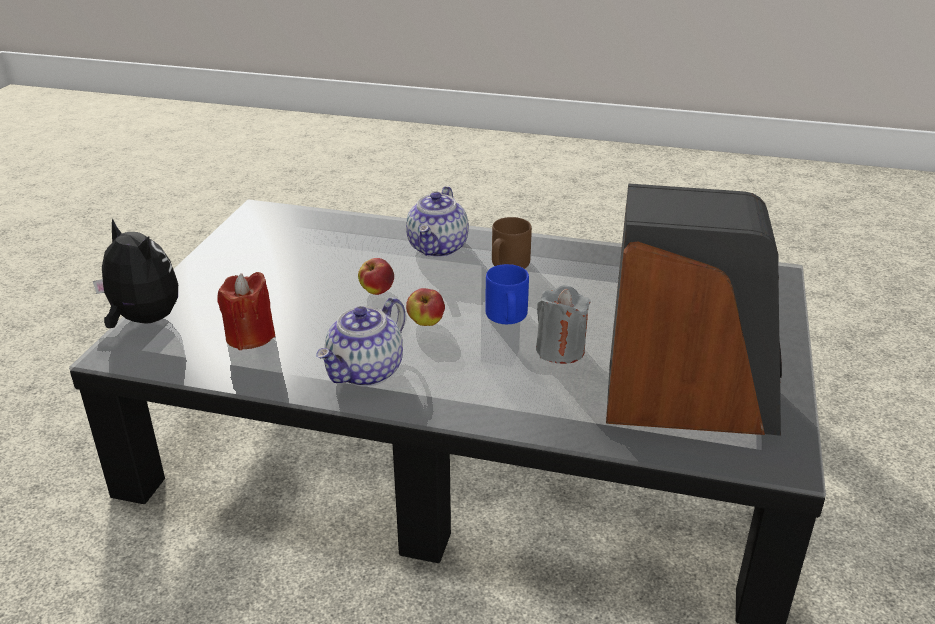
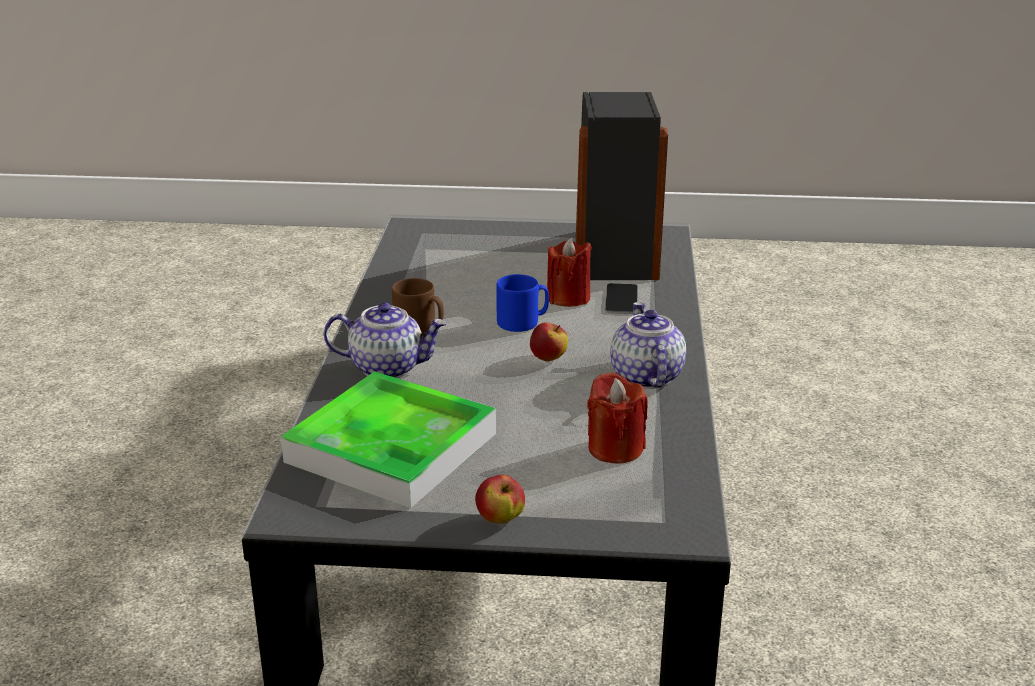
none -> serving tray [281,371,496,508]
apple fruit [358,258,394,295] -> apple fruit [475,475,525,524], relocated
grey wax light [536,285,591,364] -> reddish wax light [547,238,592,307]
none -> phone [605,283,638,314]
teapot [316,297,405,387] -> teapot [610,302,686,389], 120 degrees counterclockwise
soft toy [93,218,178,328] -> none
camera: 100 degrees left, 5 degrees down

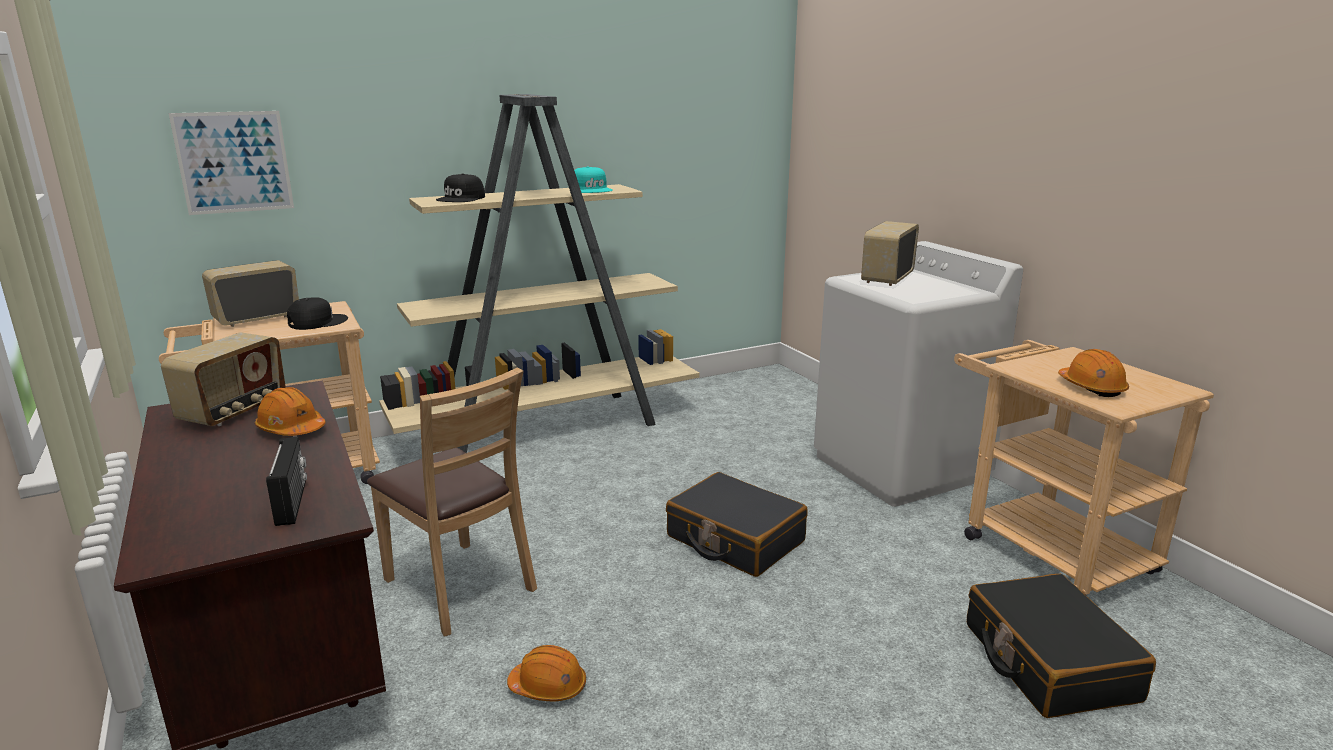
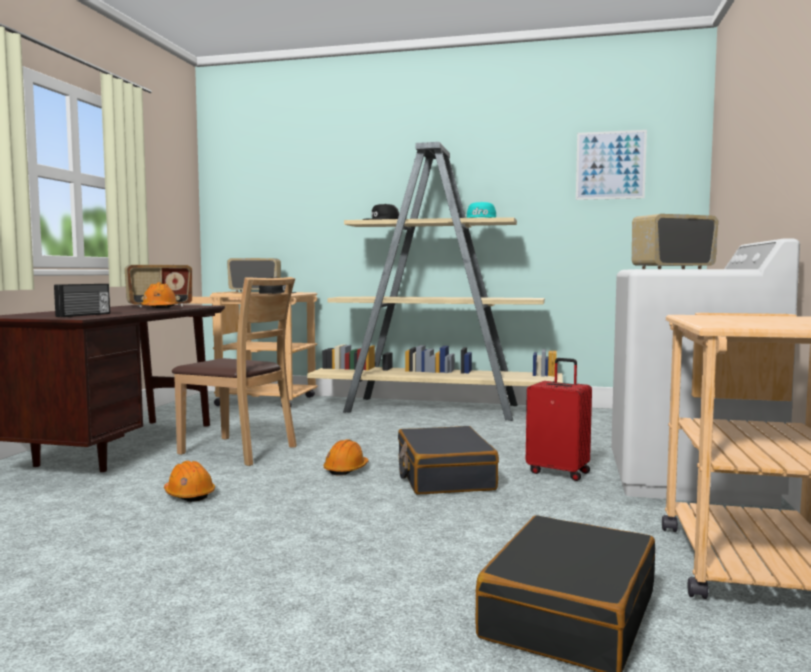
brownish plain chair [367,367,537,637] -> brownish plain chair [172,277,297,466], 60 degrees counterclockwise
orange hard hat [1058,349,1129,397] -> orange hard hat [323,439,369,476], relocated
none -> reddish travel case [526,358,592,481]
wall picture [169,111,294,215] -> wall picture [576,130,647,200], relocated
camera: 40 degrees right, 15 degrees down

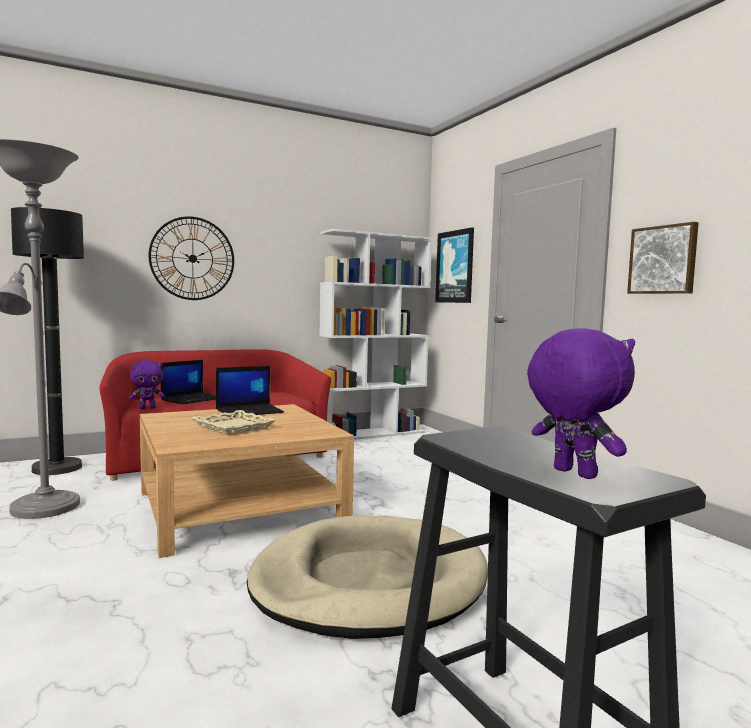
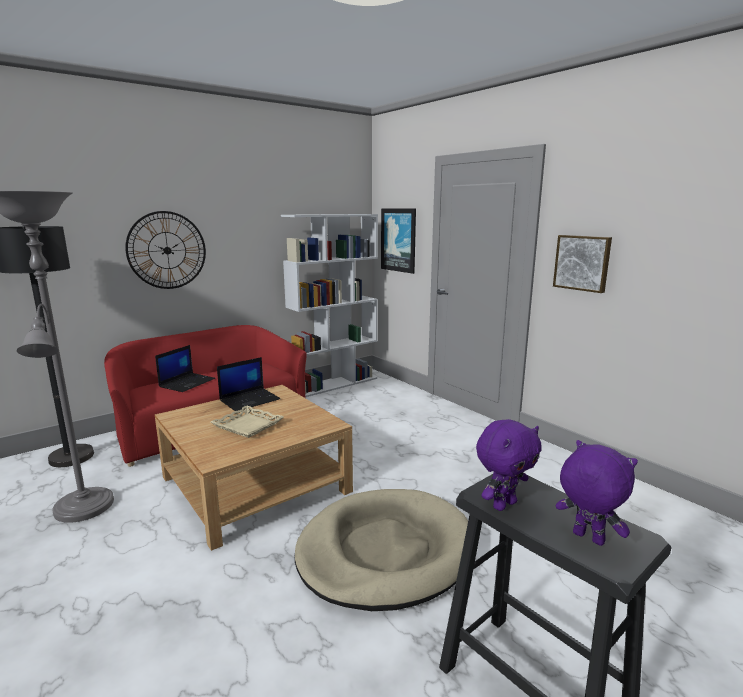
purple soft toy [129,360,166,409] -> purple soft toy [476,419,542,511], relocated
camera: 10 degrees left, 10 degrees up

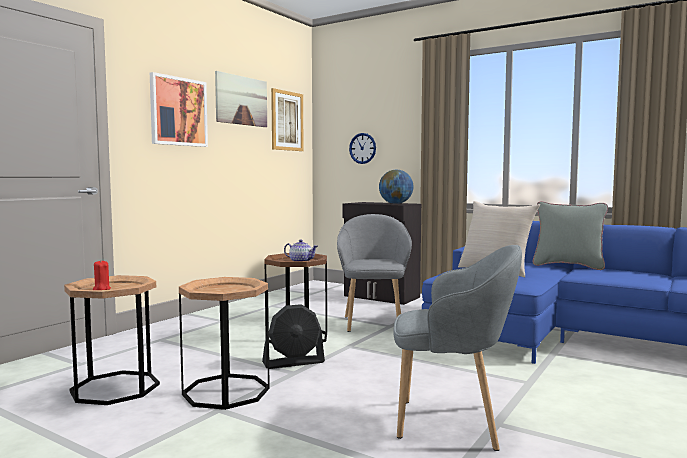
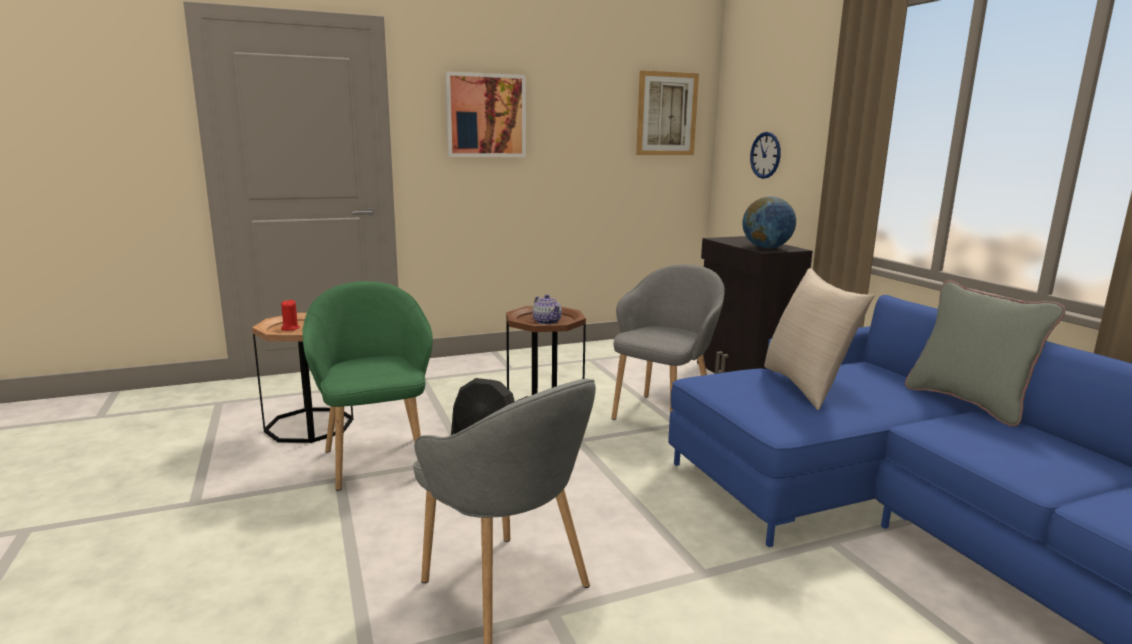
brownish end table [179,277,270,410] -> greenish lounge chair [302,281,433,491]
wall picture [215,71,267,127] -> none
camera: 35 degrees right, 10 degrees up

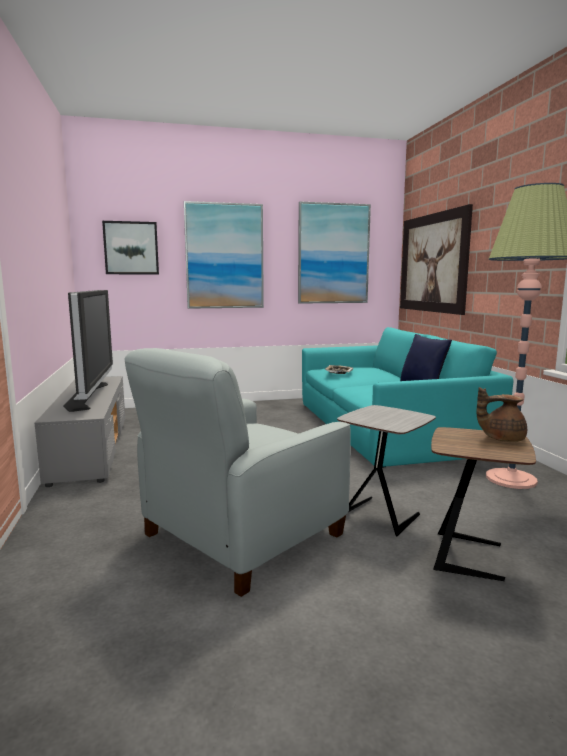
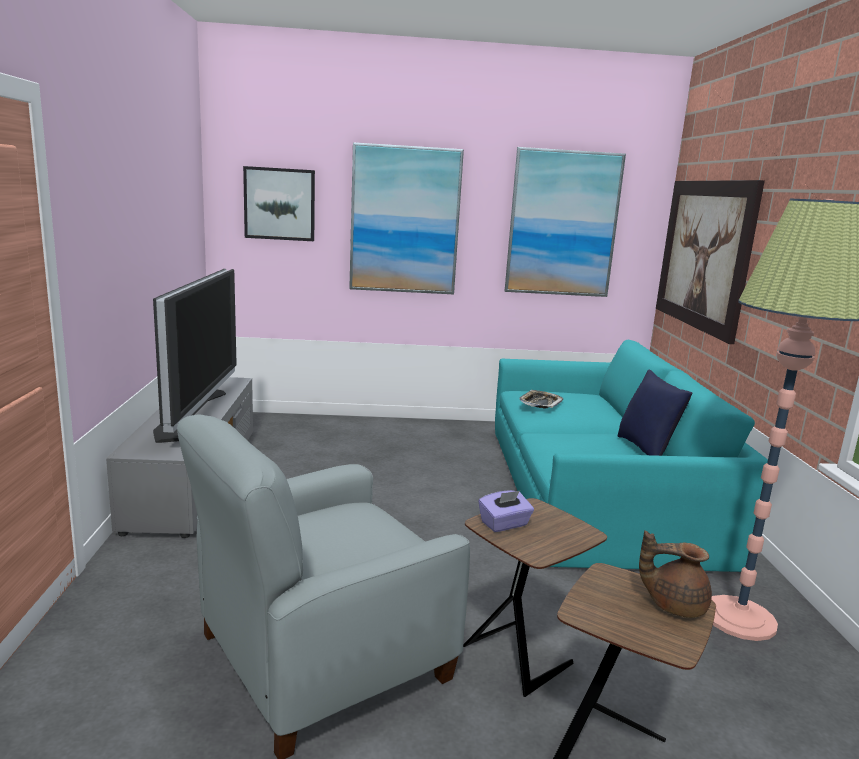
grey end table [337,405,436,537] -> brownish end table [463,498,607,697]
none -> purple tissue box [479,490,534,532]
camera: 10 degrees right, 5 degrees up

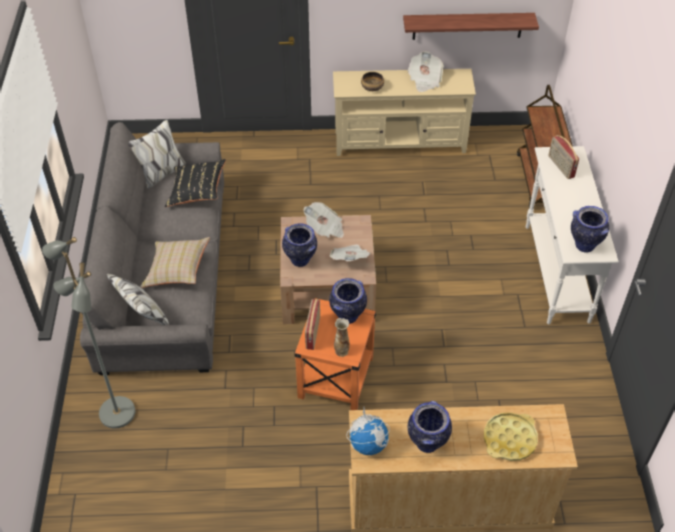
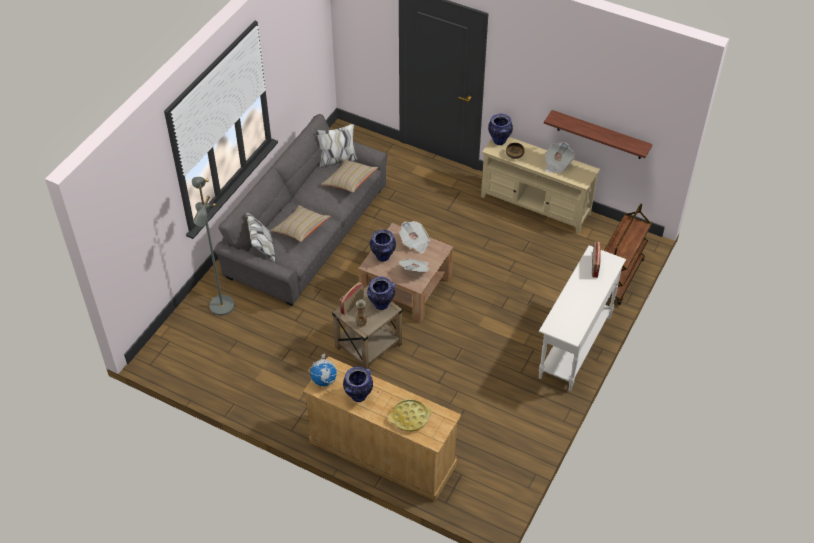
black-coloured pillow [165,159,226,207] -> sand-coloured pillow [321,159,378,192]
orange end table [294,298,376,410] -> sand-coloured end table [332,285,402,369]
decorative vase [571,206,609,252] -> decorative vase [488,114,513,145], relocated
camera: 30 degrees right, 0 degrees up

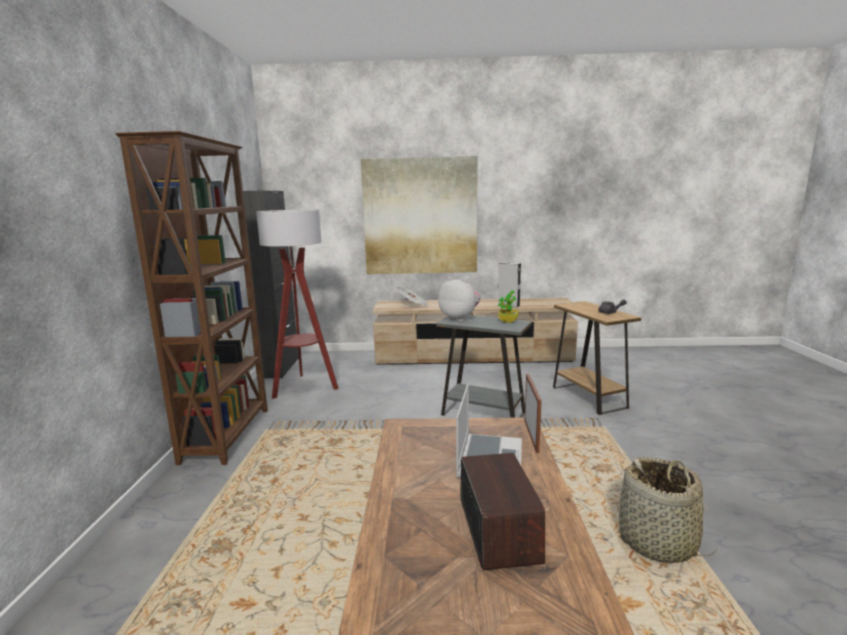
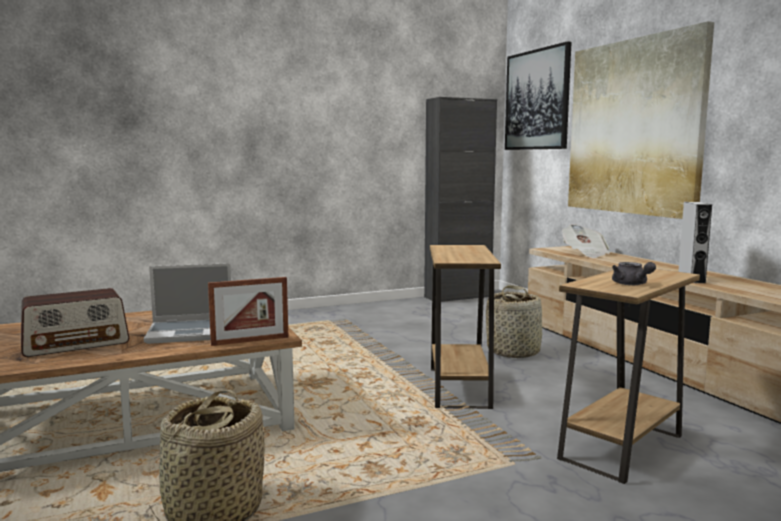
grey end table [436,315,532,418] -> brownish end table [430,245,501,409]
none -> household basket [486,285,542,358]
none -> wall picture [505,41,572,150]
brownish bookcase [115,131,268,465] -> none
floor lamp [256,209,338,399] -> none
soft toy [438,277,481,321] -> none
plant in a pot [498,290,519,323] -> none
camera: 65 degrees right, 5 degrees down

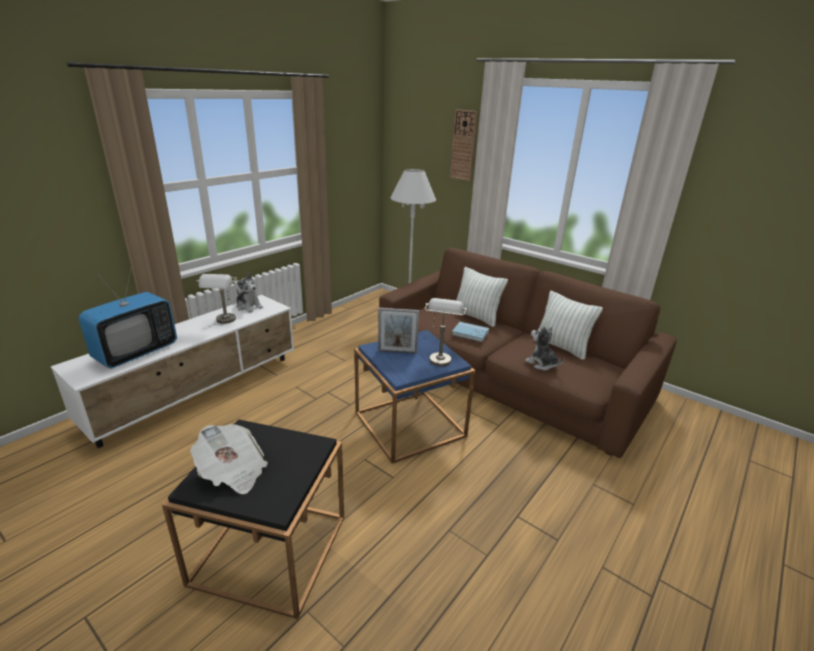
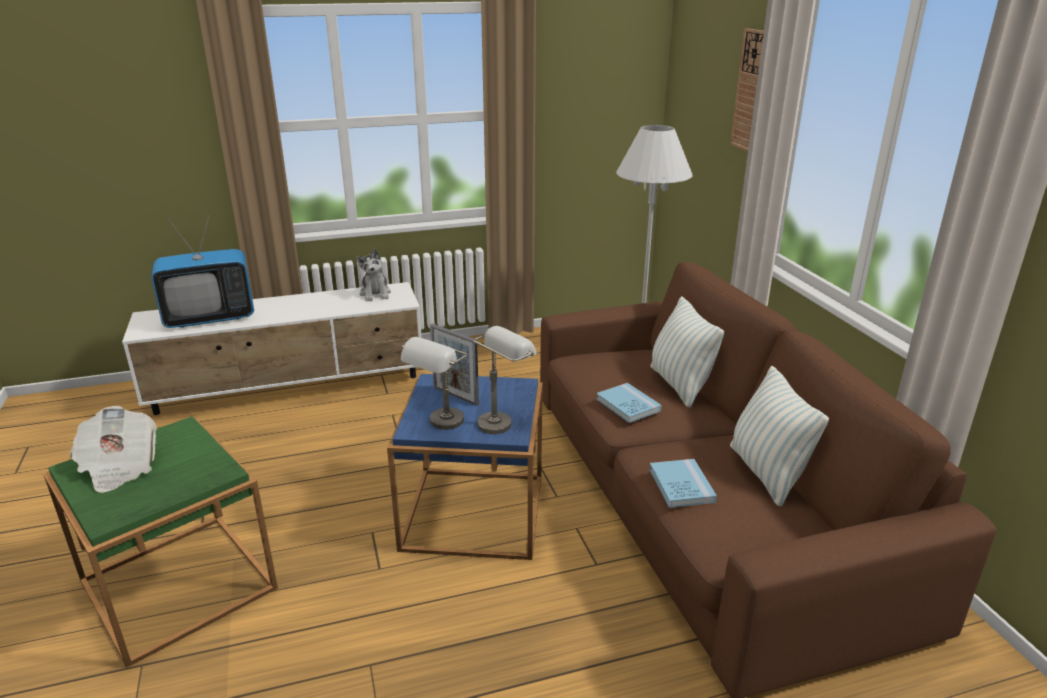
black-coloured end table [162,419,344,619] -> greenish end table [43,416,278,668]
grey tabletop lamp [197,274,237,324] -> grey tabletop lamp [401,337,468,430], relocated
soft toy [525,326,564,370] -> blue-coloured book [650,459,717,508]
camera: 35 degrees right, 0 degrees up

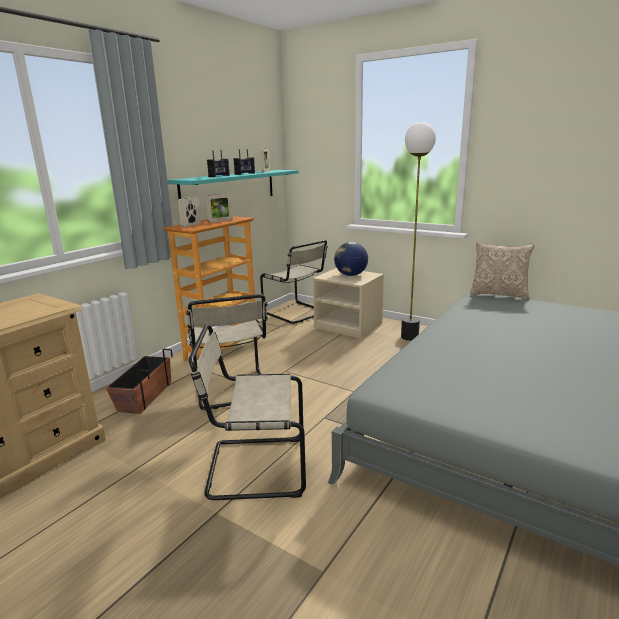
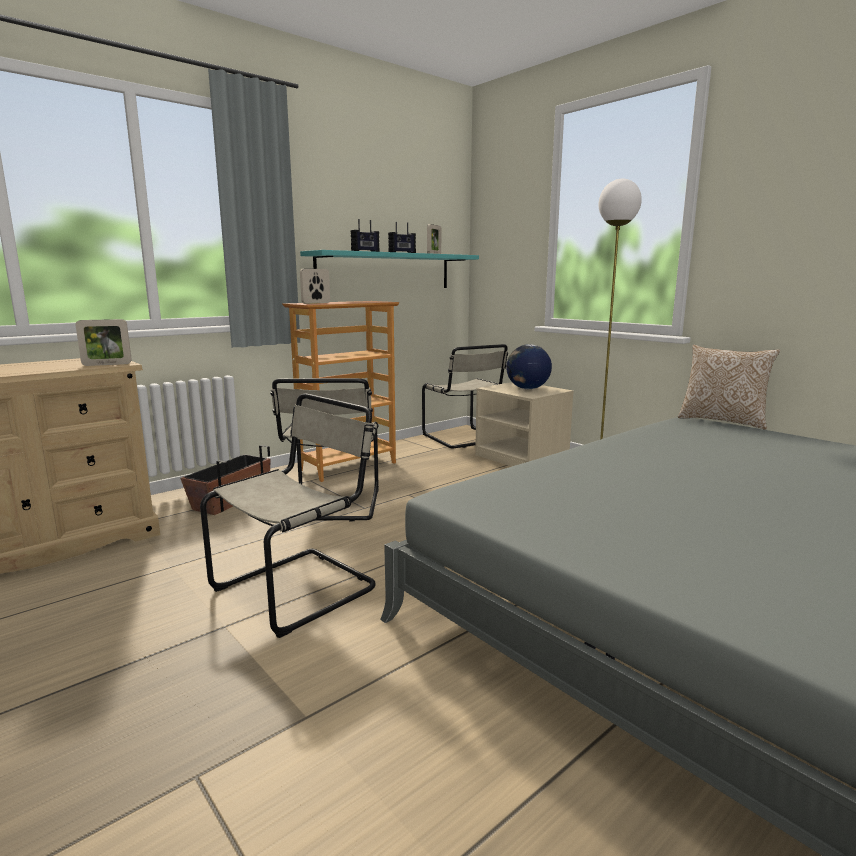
picture frame [206,194,233,222] -> picture frame [76,319,132,366], relocated
sand-coloured plain chair [189,324,306,500] -> sand-coloured plain chair [200,394,376,638], 120 degrees clockwise
camera: 15 degrees right, 5 degrees down

